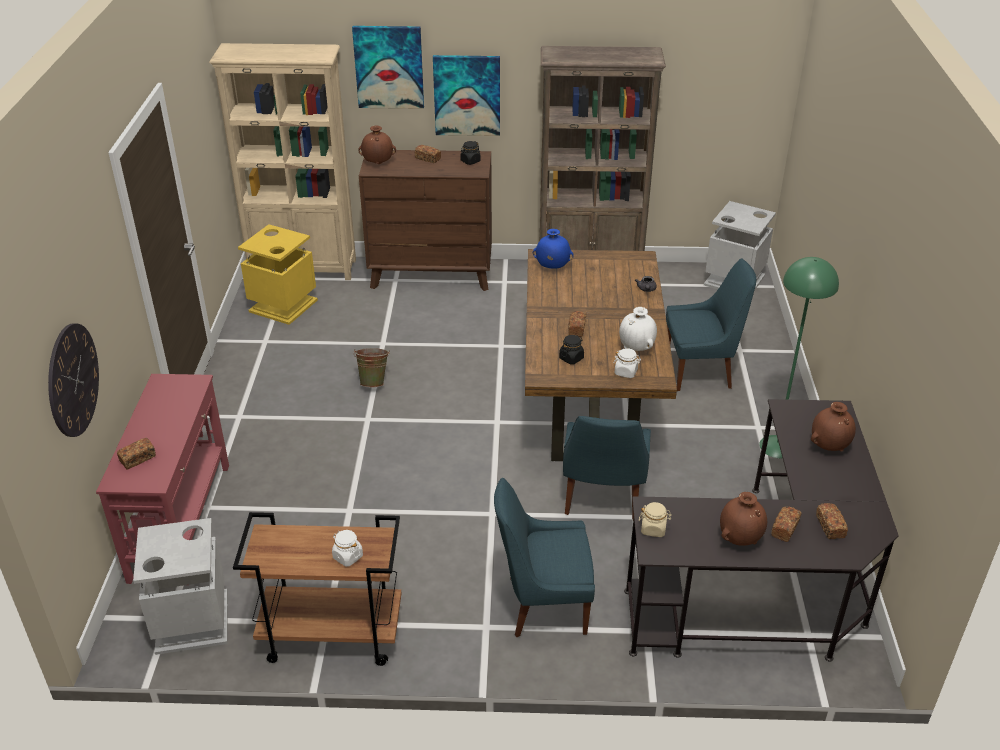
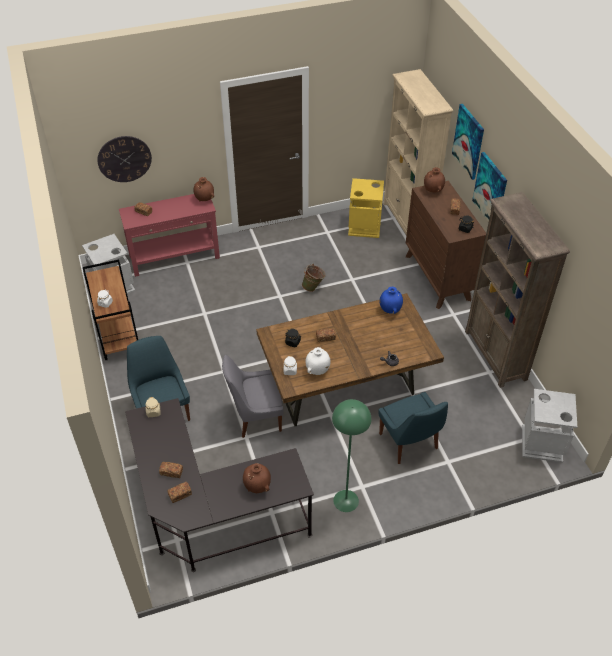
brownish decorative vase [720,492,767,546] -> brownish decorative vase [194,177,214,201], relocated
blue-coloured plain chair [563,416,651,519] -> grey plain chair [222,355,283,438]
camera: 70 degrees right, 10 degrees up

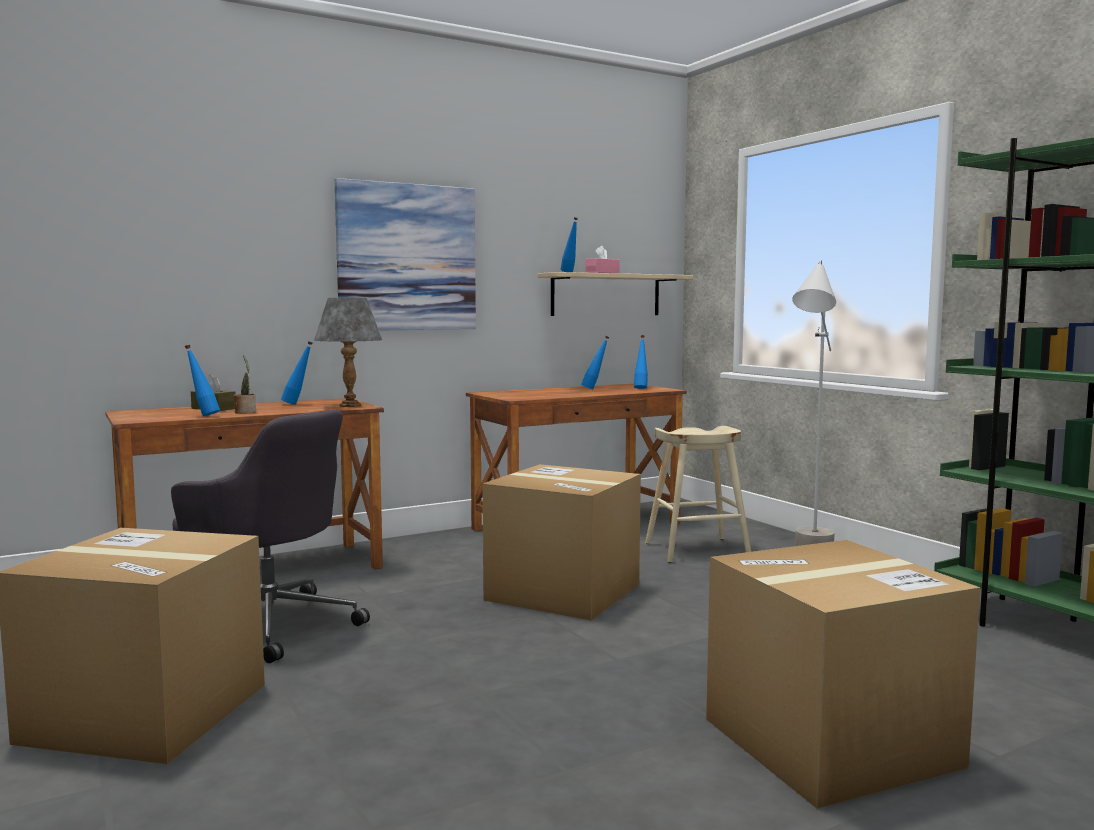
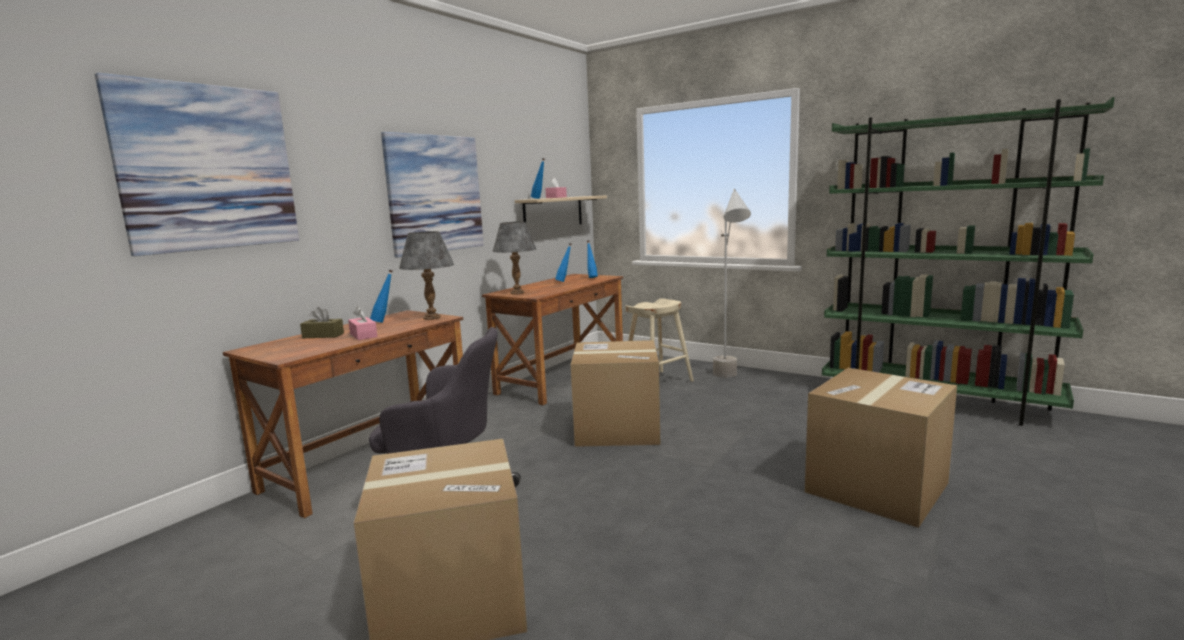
none -> wall picture [95,73,299,256]
plant in a pot [234,355,256,414] -> pink tissue box [348,306,377,340]
none -> grey tabletop lamp [493,222,536,294]
blue-coloured bottle [185,345,220,416] -> none
camera: 25 degrees left, 5 degrees up

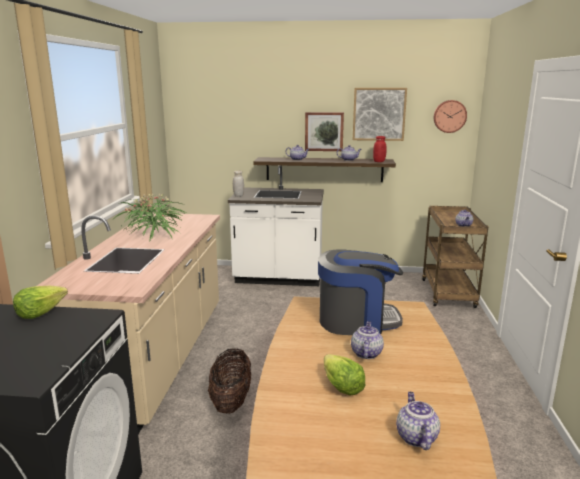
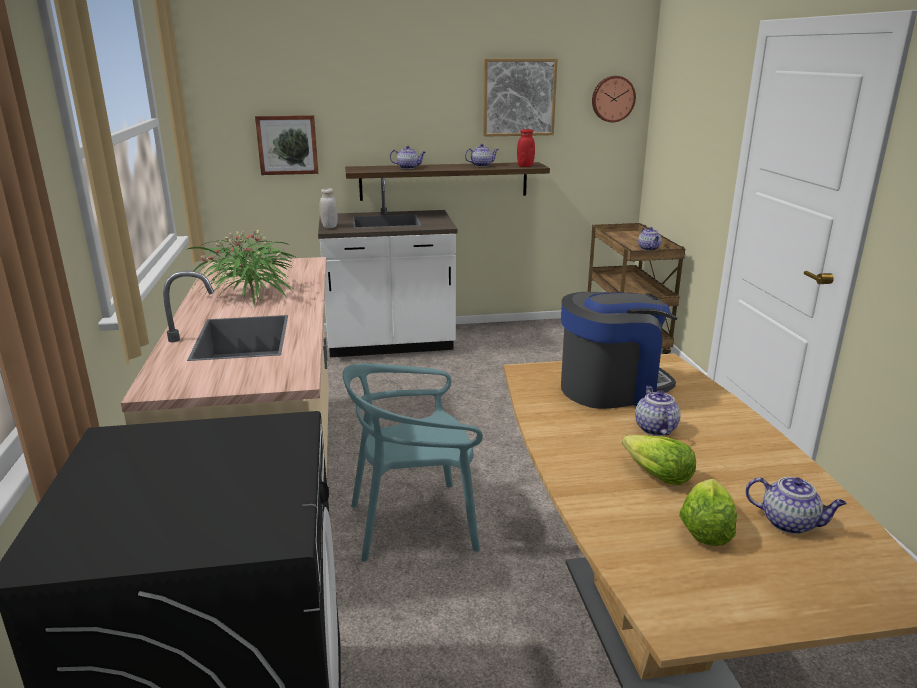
wall picture [305,112,344,151] -> wall picture [255,115,318,175], relocated
household basket [208,348,251,414] -> turquoise plain chair [343,364,483,561]
lettuce [13,285,68,319] -> lettuce [679,479,737,546], relocated
teapot [396,392,440,450] -> teapot [745,477,847,534], 135 degrees clockwise
camera: 15 degrees left, 5 degrees up

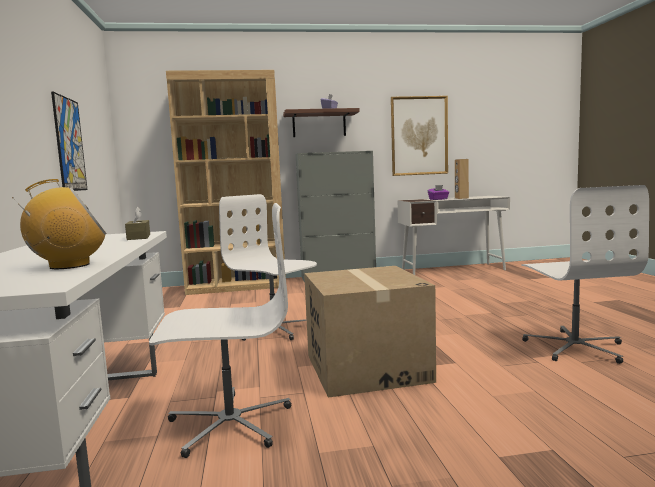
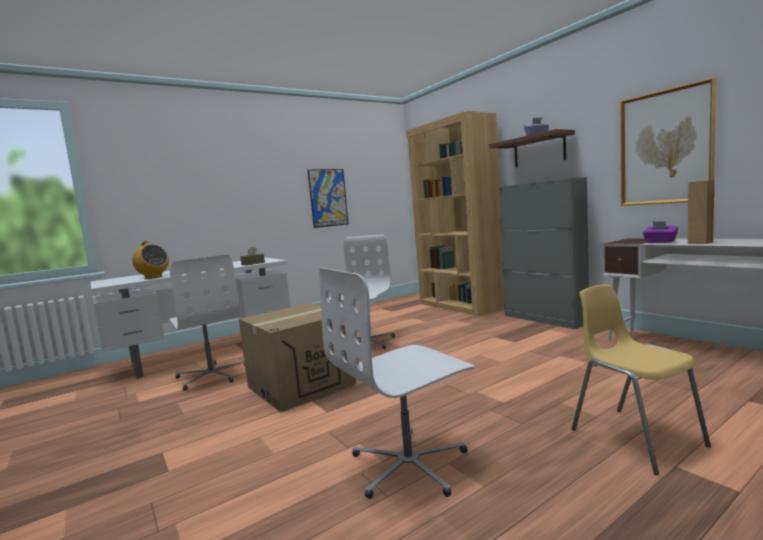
none -> yellow-coloured plain chair [571,285,711,475]
camera: 65 degrees right, 0 degrees up

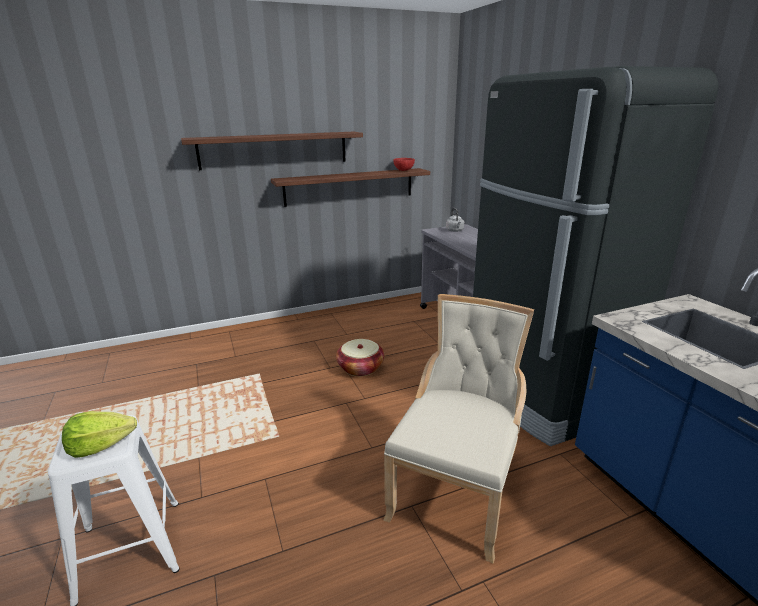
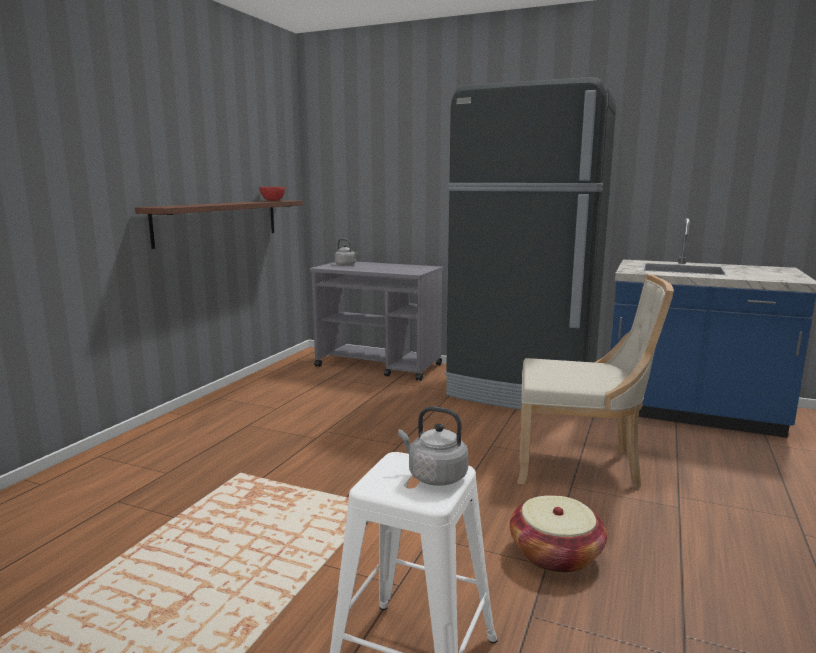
lettuce [62,411,137,458] -> grey kettle [398,406,469,486]
household basket [336,339,385,376] -> household basket [510,495,607,573], relocated
sand-coloured plain chair [383,294,534,564] -> sand-coloured plain chair [517,274,674,489], 120 degrees clockwise
bracket shelf [181,132,363,170] -> none
camera: 45 degrees left, 10 degrees down

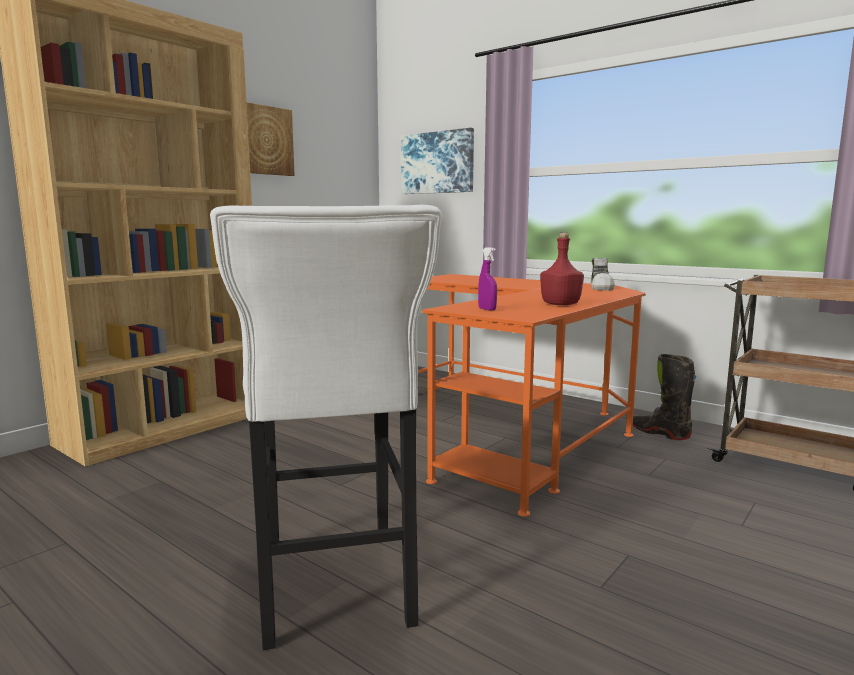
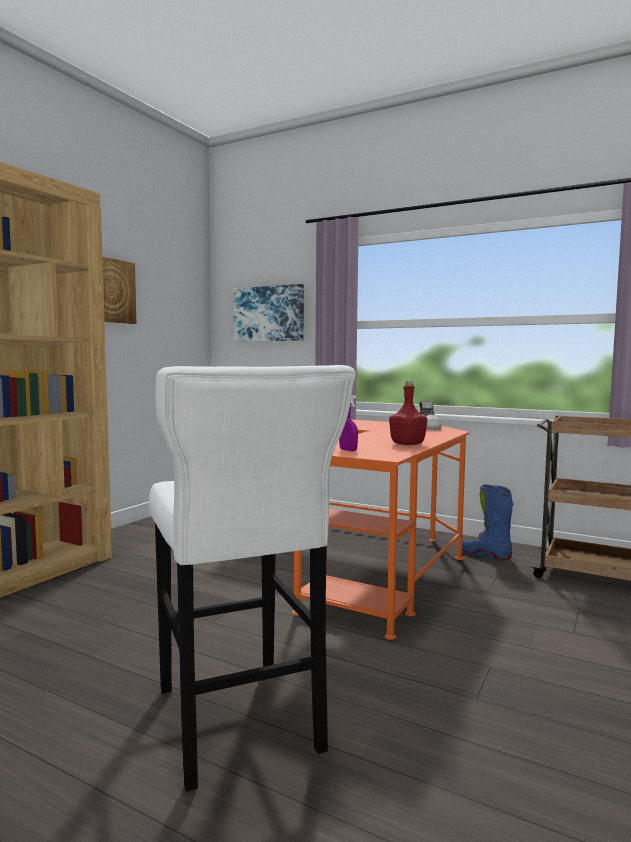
black-coloured boot [633,354,696,440] -> blue-coloured boot [462,485,514,561]
camera: 10 degrees left, 5 degrees down

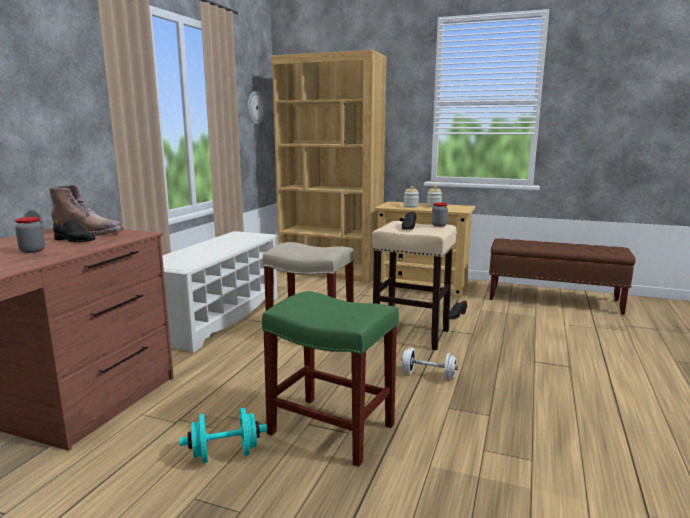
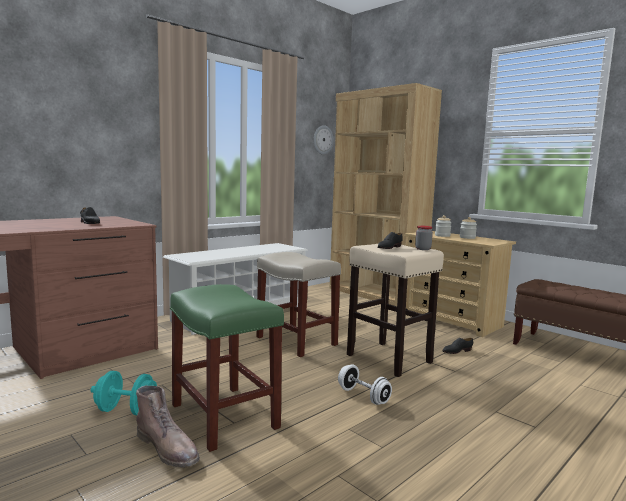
brownish boot [49,185,124,236] -> brownish boot [136,386,200,468], relocated
preserve jar [15,217,45,253] -> none
camera: 25 degrees right, 5 degrees down

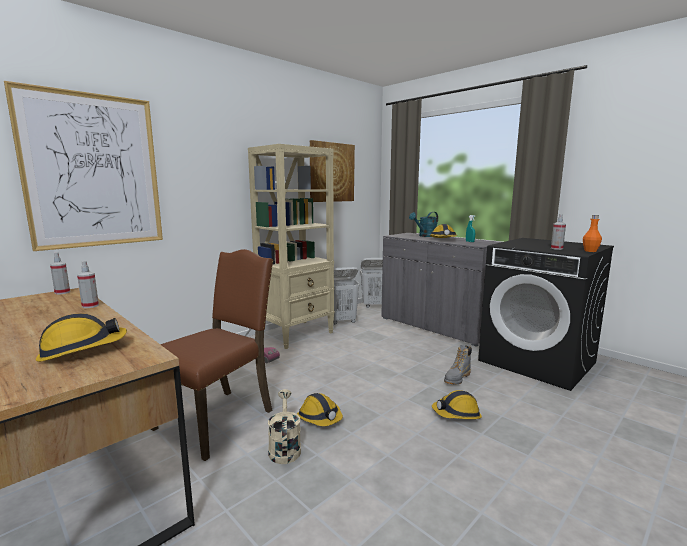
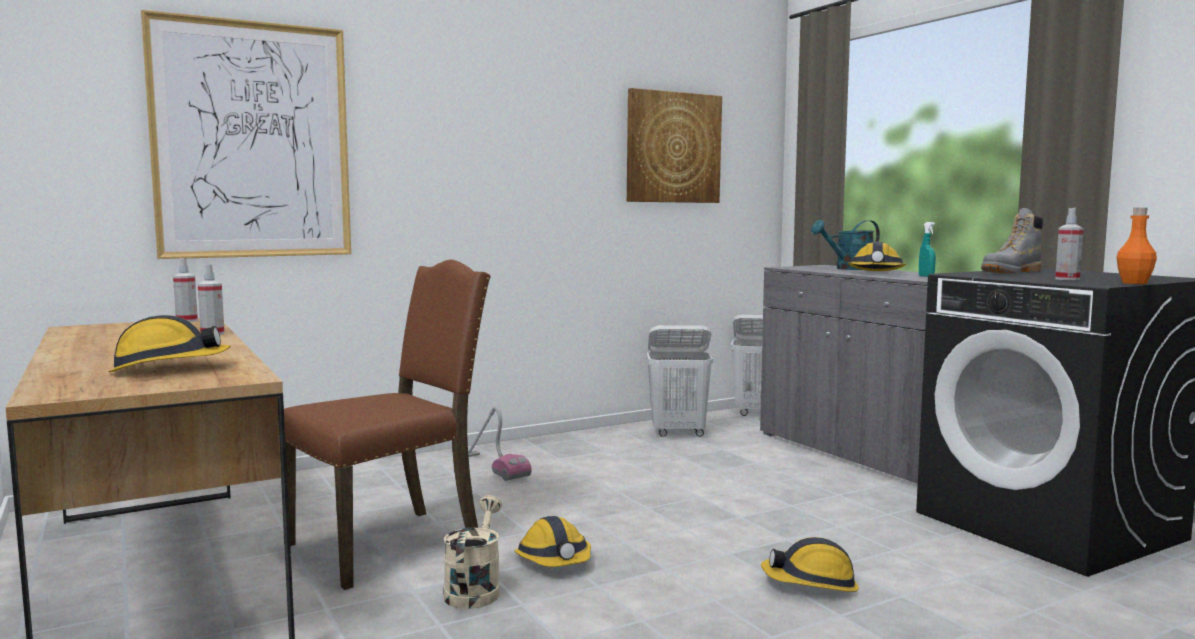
grey boot [444,345,472,385] -> grey boot [981,208,1043,274], relocated
sand-coloured bookcase [248,144,334,349] -> none
camera: 15 degrees right, 5 degrees down

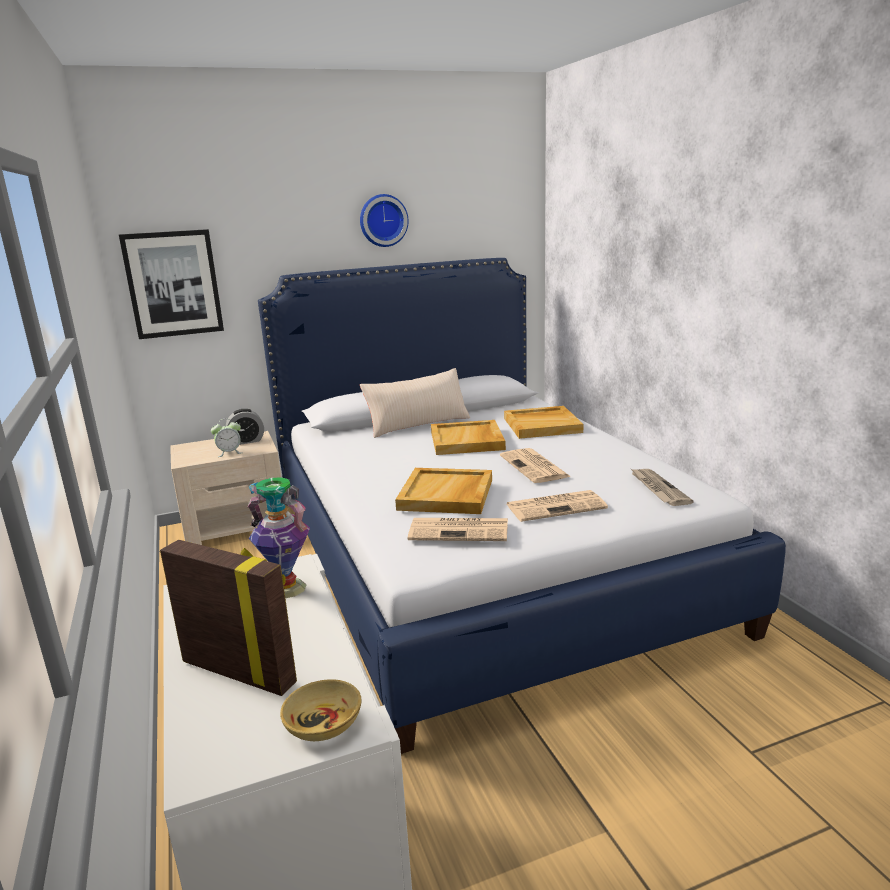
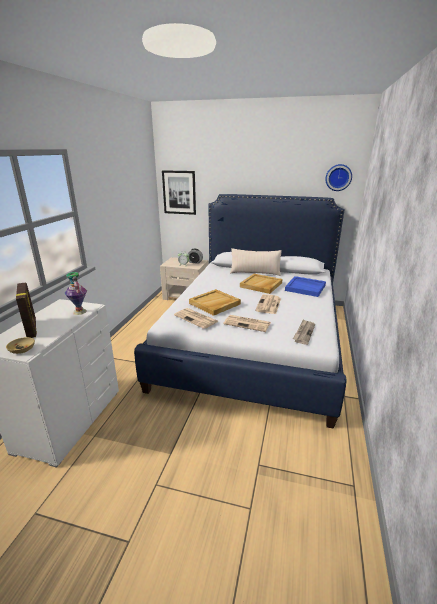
sand-coloured serving tray [504,406,584,439] -> blue-coloured serving tray [285,276,326,297]
hanging clock [360,194,409,247] -> hanging clock [325,164,352,191], relocated
camera: 35 degrees right, 5 degrees up

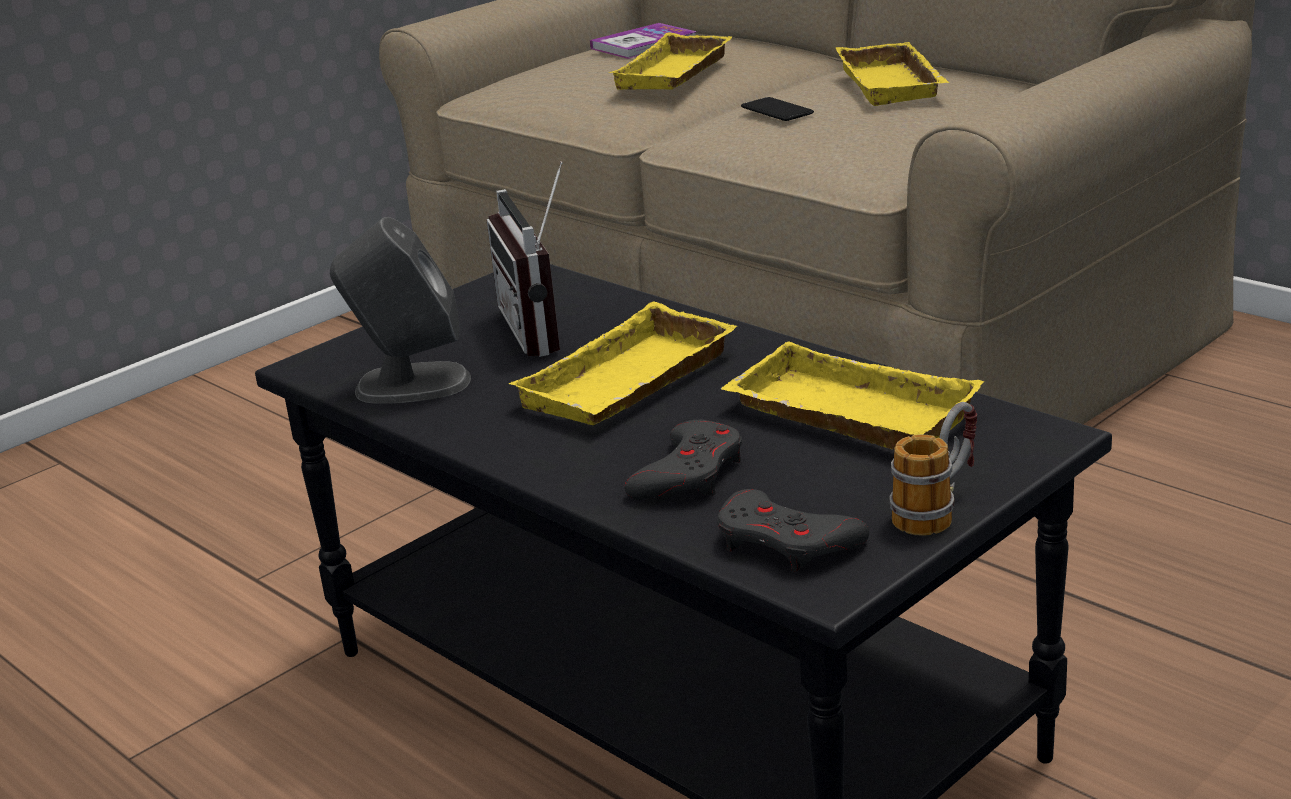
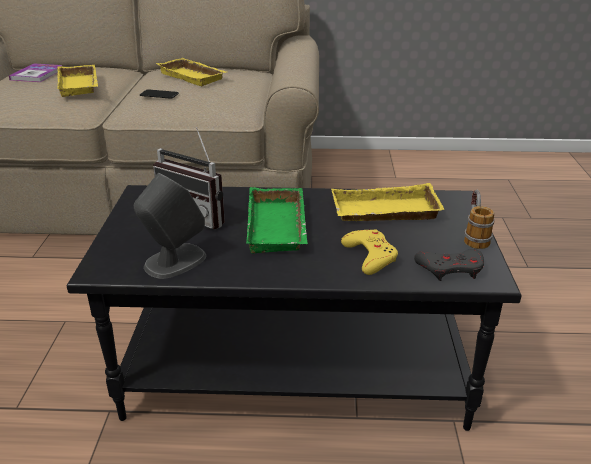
yellow-coloured serving tray [509,302,737,425] -> greenish serving tray [246,187,308,254]
grey game controller [624,420,742,500] -> yellow-coloured game controller [341,229,398,275]
camera: 45 degrees left, 5 degrees up

